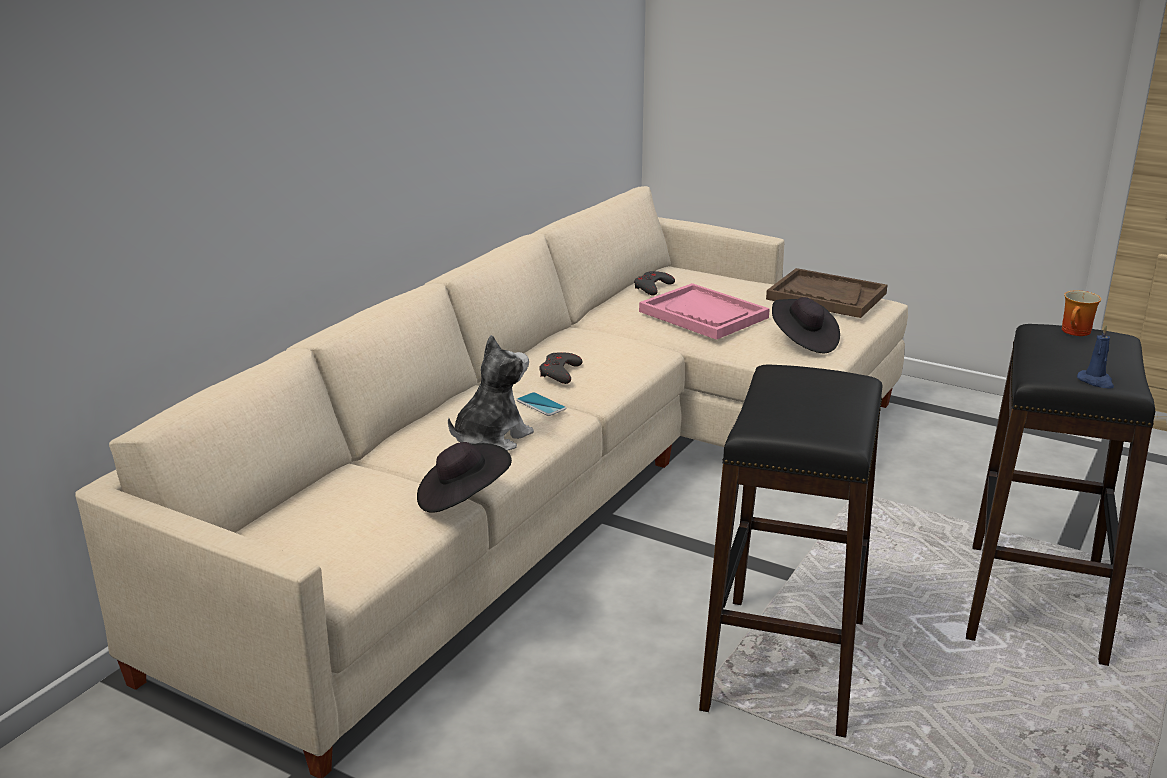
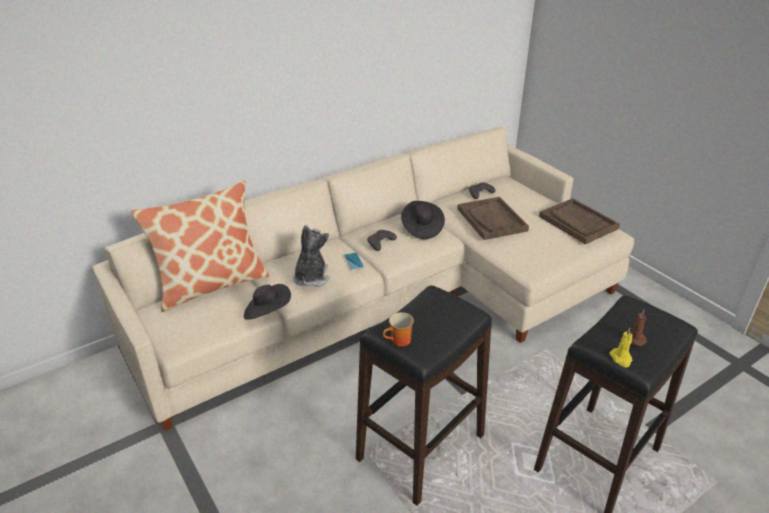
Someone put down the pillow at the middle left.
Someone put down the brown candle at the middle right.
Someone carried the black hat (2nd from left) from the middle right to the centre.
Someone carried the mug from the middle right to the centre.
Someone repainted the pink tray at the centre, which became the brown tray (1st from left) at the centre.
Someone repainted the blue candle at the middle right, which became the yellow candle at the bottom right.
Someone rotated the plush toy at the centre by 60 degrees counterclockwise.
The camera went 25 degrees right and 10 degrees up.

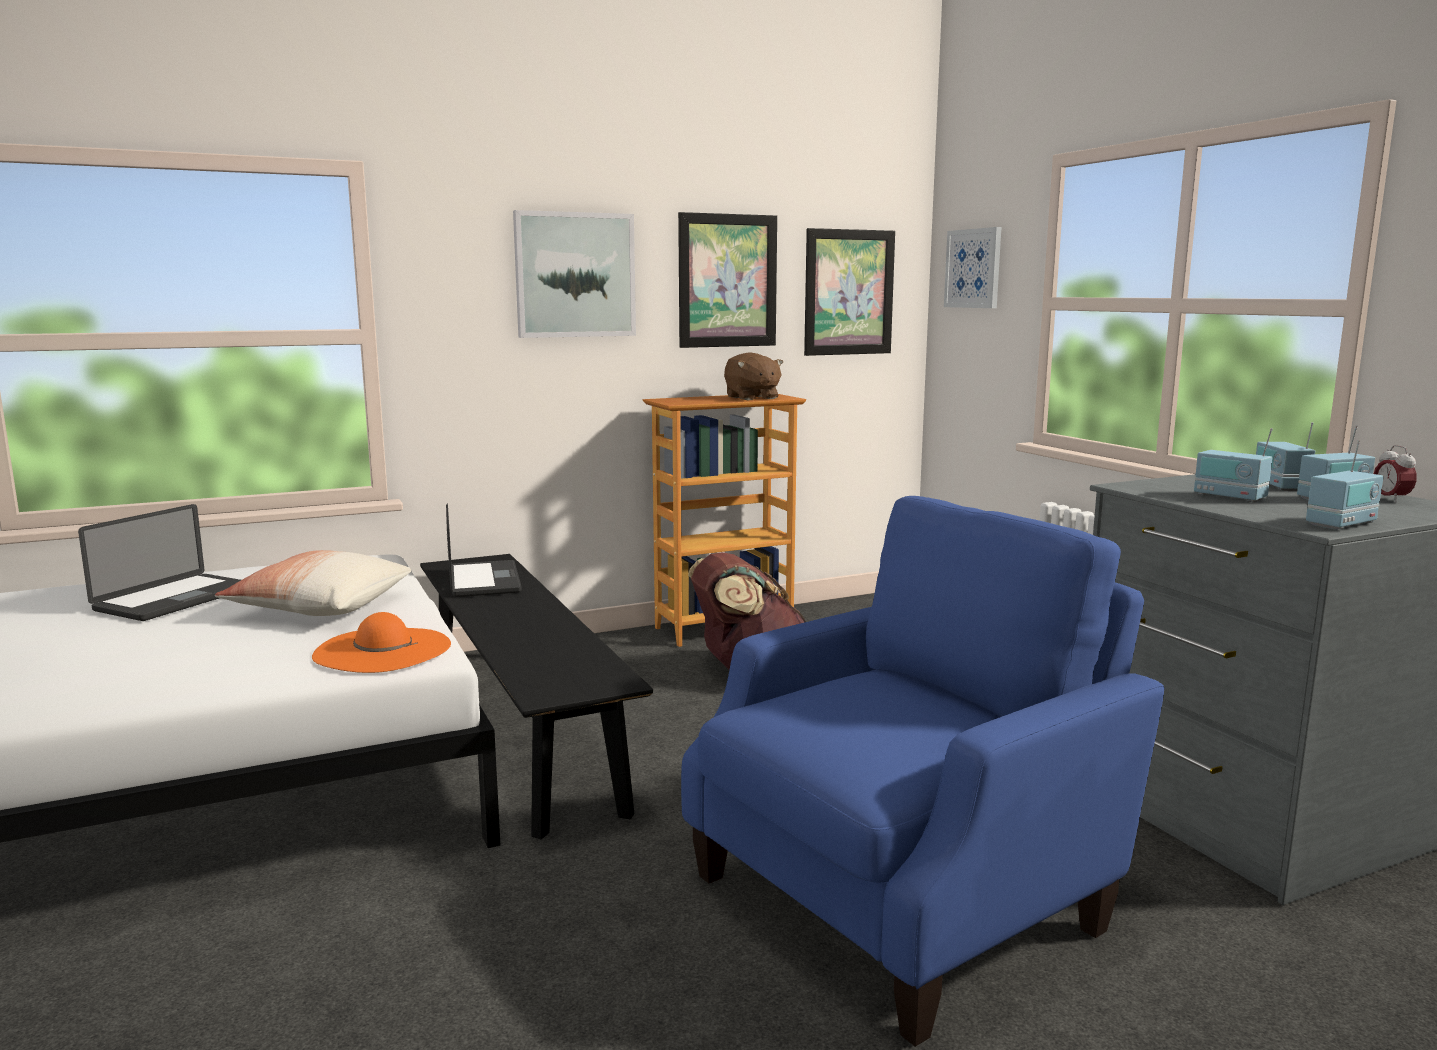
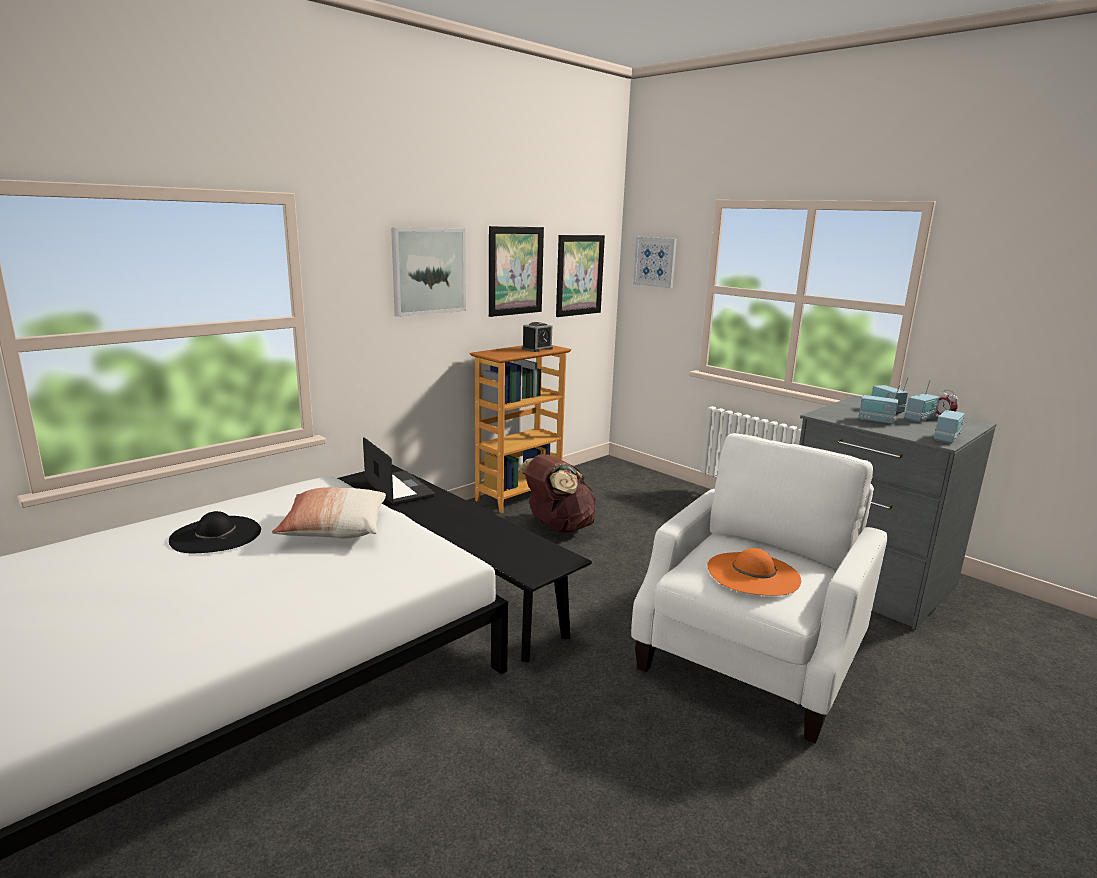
Someone carried the orange hat from the middle left to the middle right.
Someone swapped the laptop (1st from left) at the middle left for the black hat at the middle left.
Someone swapped the brown plush toy at the centre for the alarm clock (1st from left) at the centre.
Someone repainted the blue armchair at the bottom centre, which became the white armchair at the bottom right.
The camera went 20 degrees left and 5 degrees up.

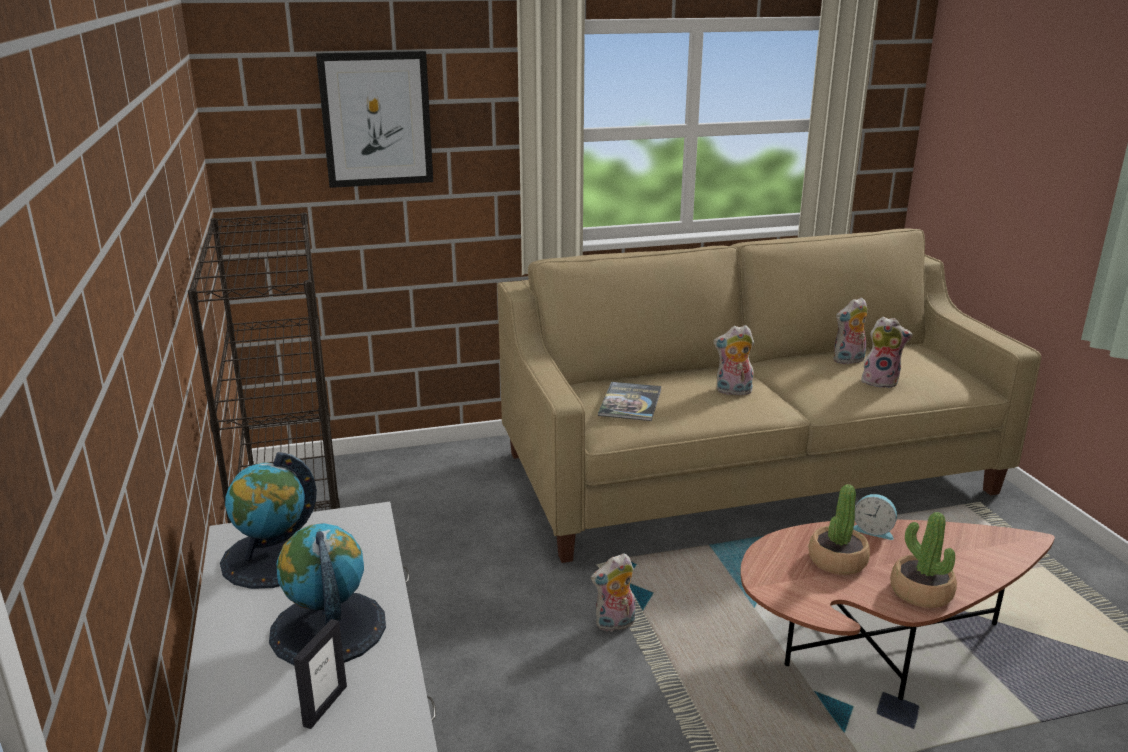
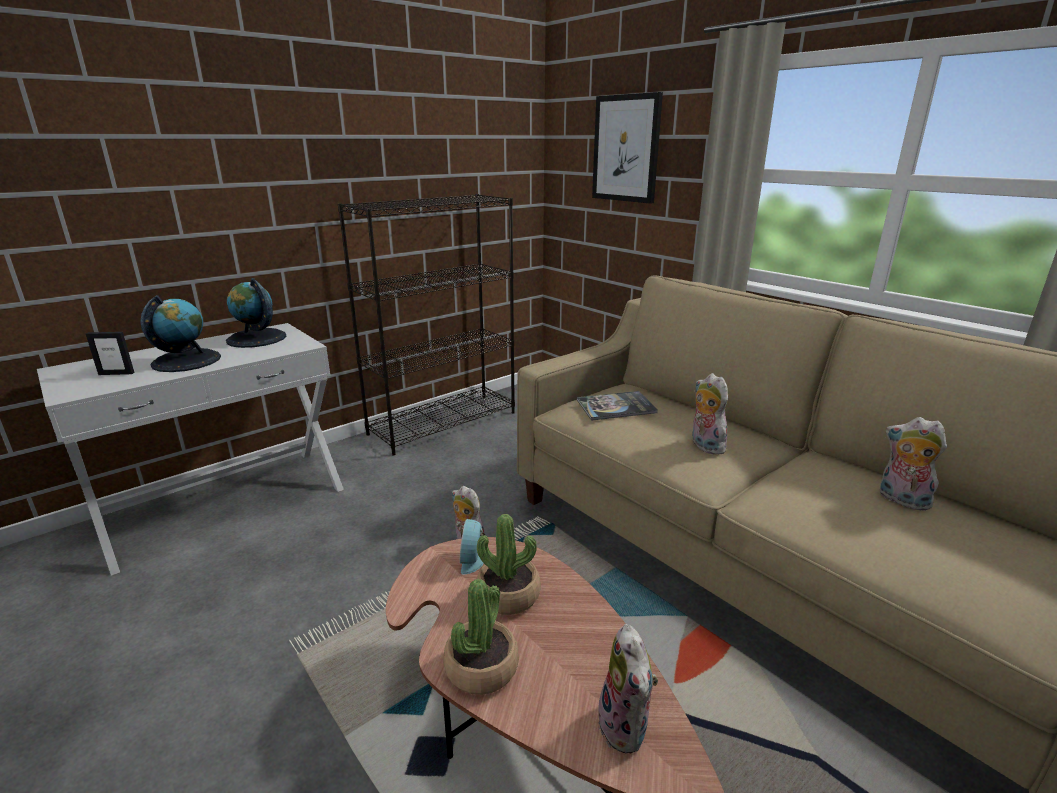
Someone carried the alarm clock from the bottom right to the bottom centre.
Someone carried the plush toy (4th from left in the first image) from the middle right to the bottom centre.
The camera went 65 degrees right and 0 degrees up.

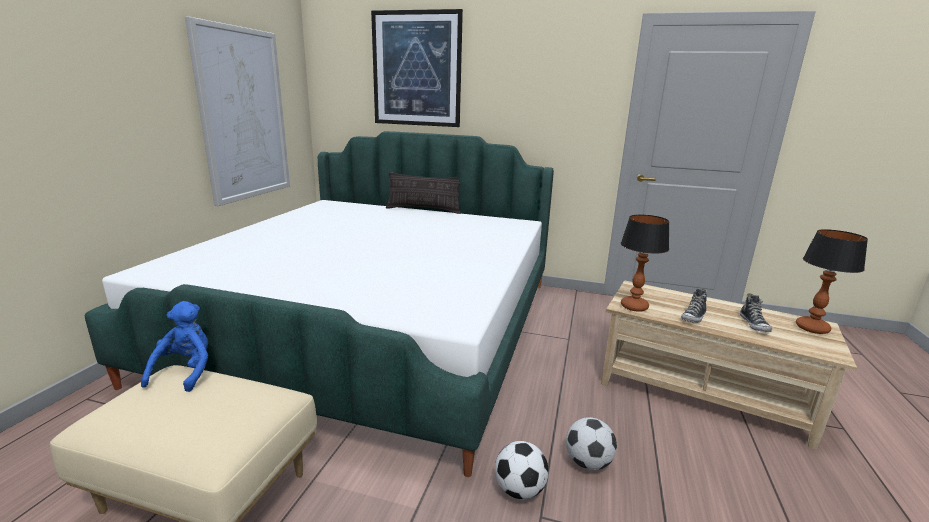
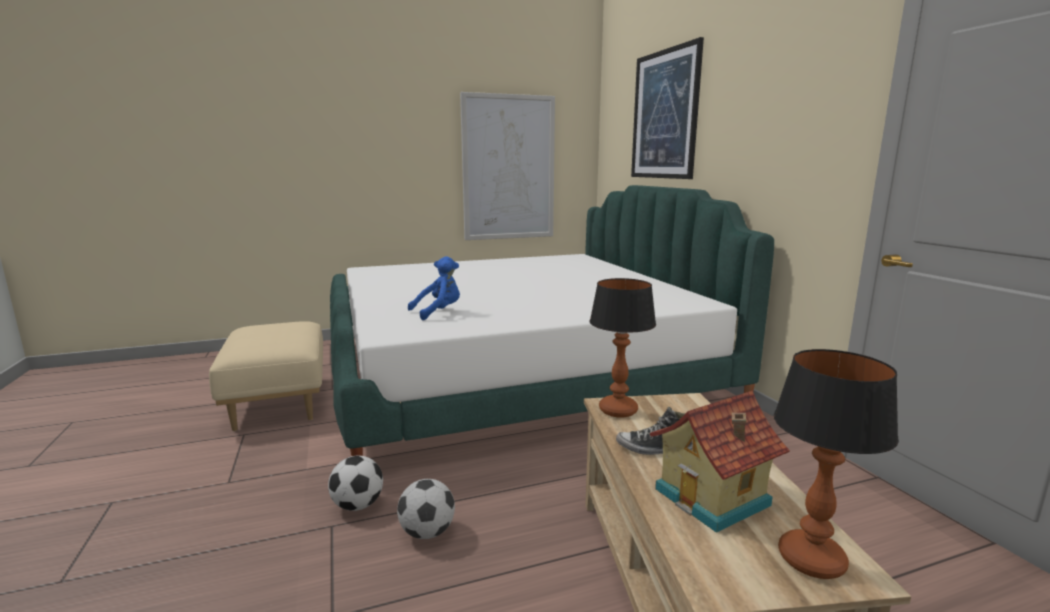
Someone took away the pillow at the centre.
Someone carried the blue plush toy from the middle left to the centre.
Someone swapped the shoe (2nd from left) at the middle right for the toy house at the bottom right.
The camera went 55 degrees right and 5 degrees down.

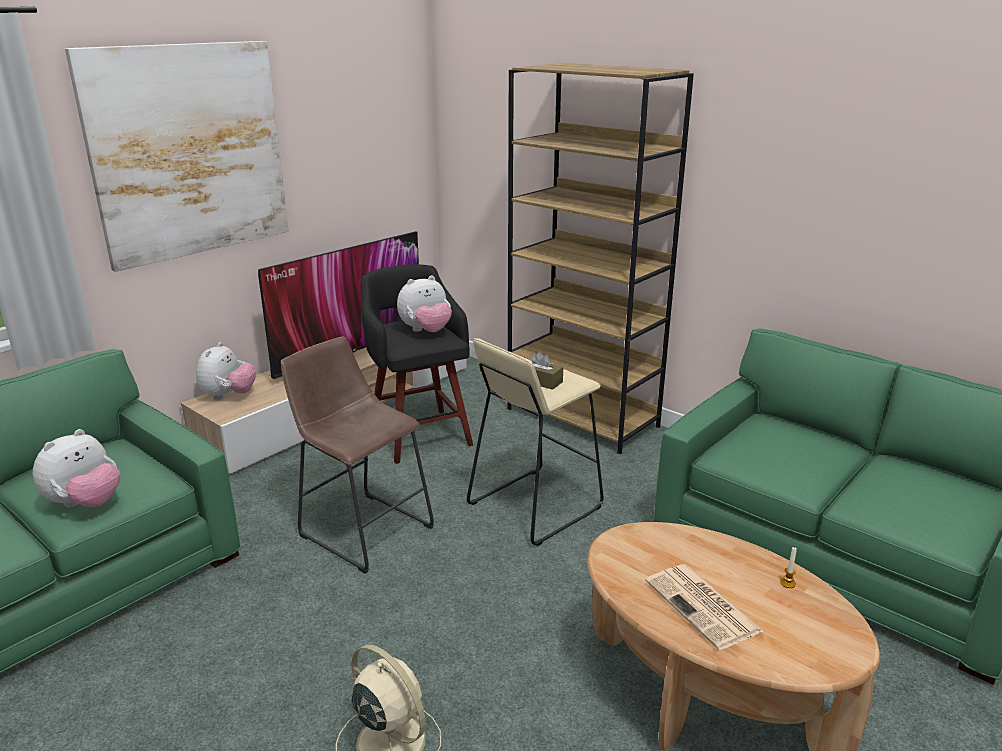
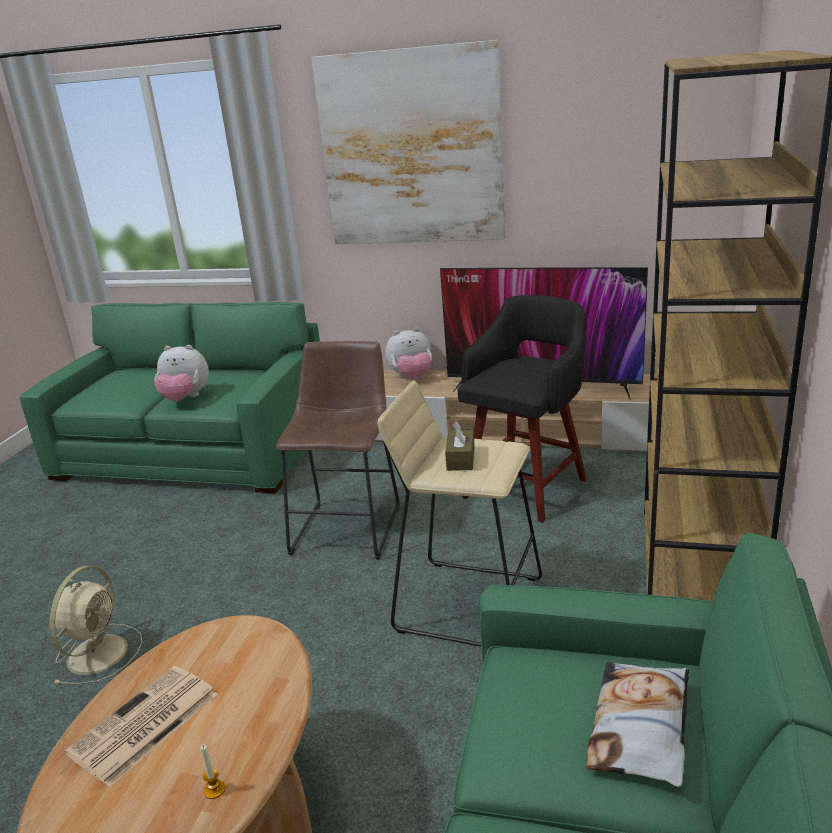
Someone took away the plush toy (3rd from left) at the centre.
Someone put down the pillow at the bottom right.
The camera went 65 degrees right and 0 degrees up.

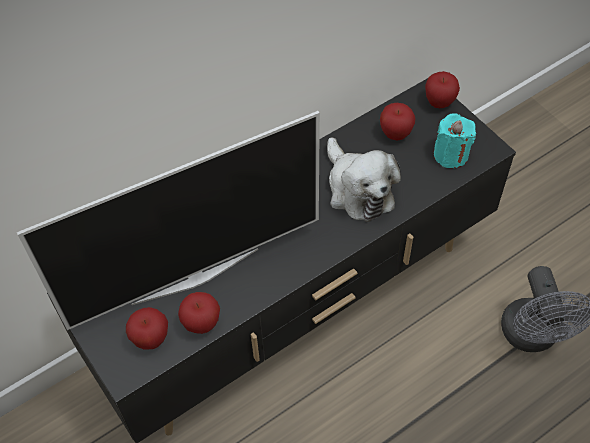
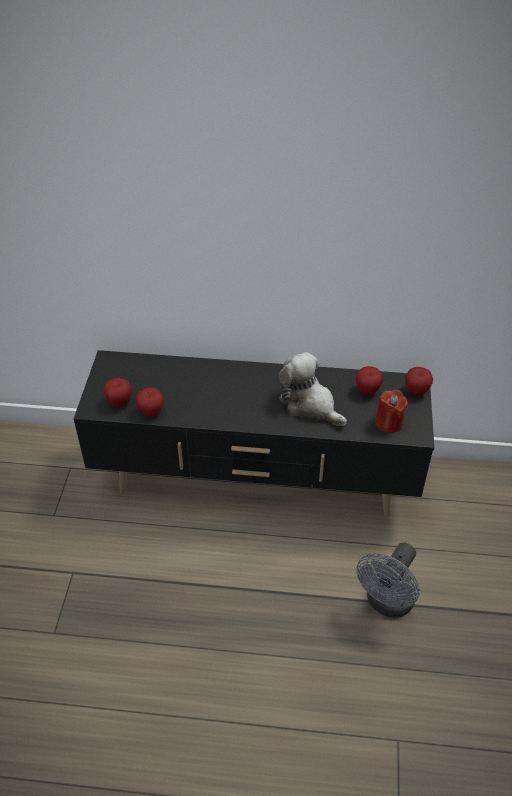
Someone took away the television at the middle left.
Someone repainted the turquoise candle at the top right, which became the red candle at the middle right.
Someone rotated the plush toy at the centre by 120 degrees clockwise.
The camera went 40 degrees right and 10 degrees down.

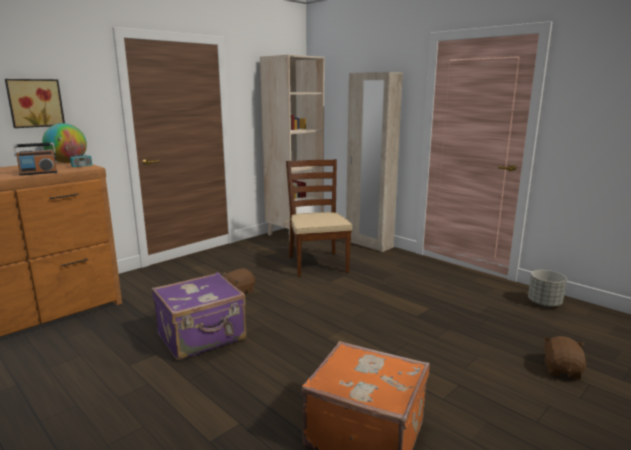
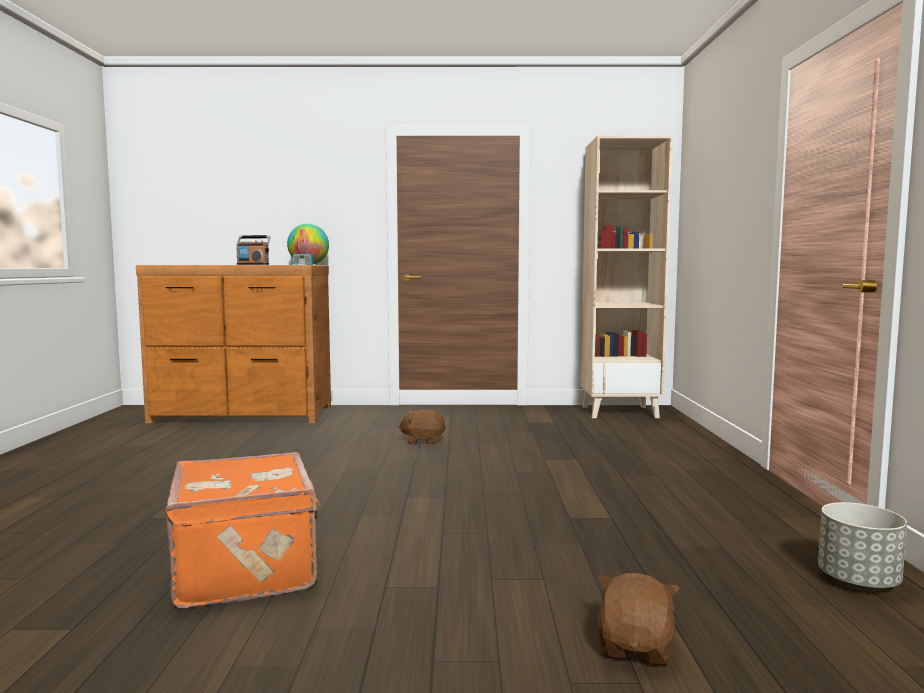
Someone took away the picture at the top left.
Someone took away the purple suitcase at the bottom left.
Someone took away the brown chair at the centre.
Someone took away the beige wardrobe at the centre.
Someone rotated the brown plush toy (2nd from left) at the bottom right by 45 degrees counterclockwise.
The camera went 45 degrees right and 10 degrees down.

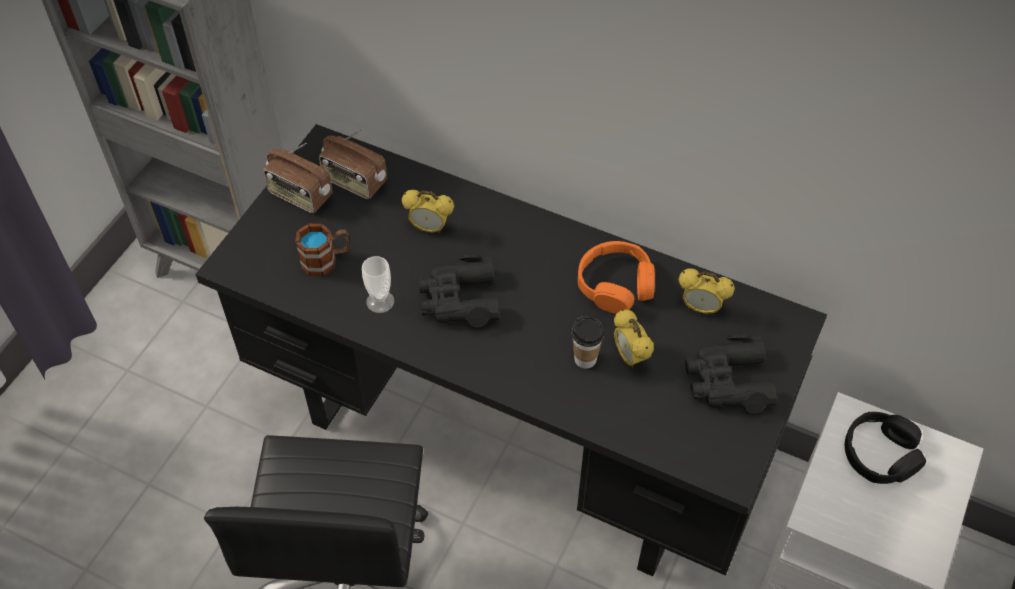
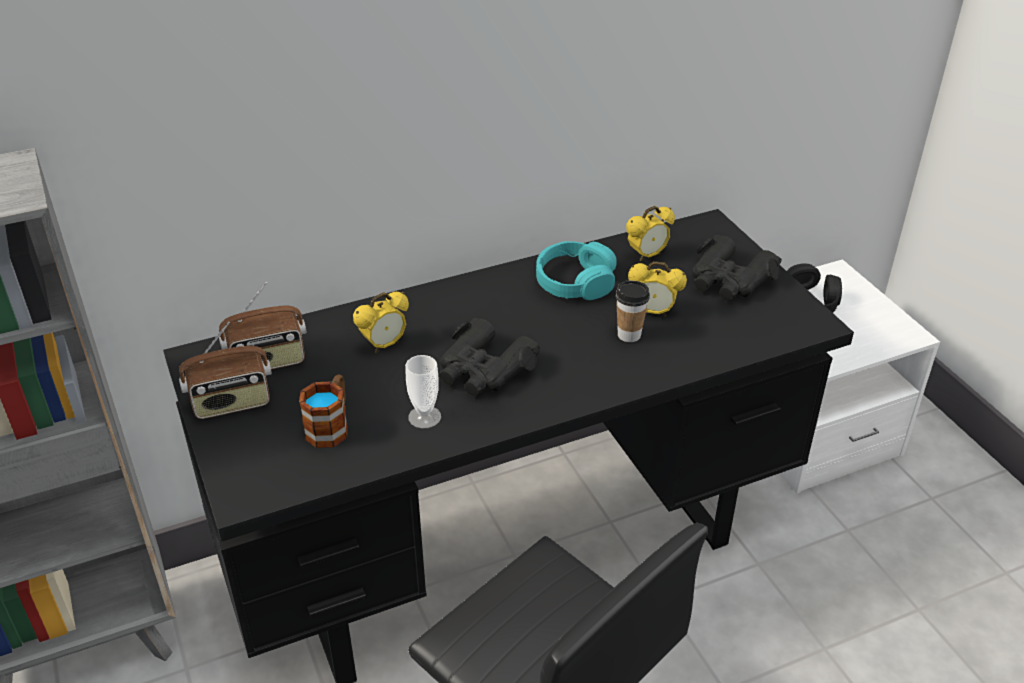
Someone repainted the orange headphones at the centre, which became the turquoise headphones at the centre.
The camera went 50 degrees left and 15 degrees down.

